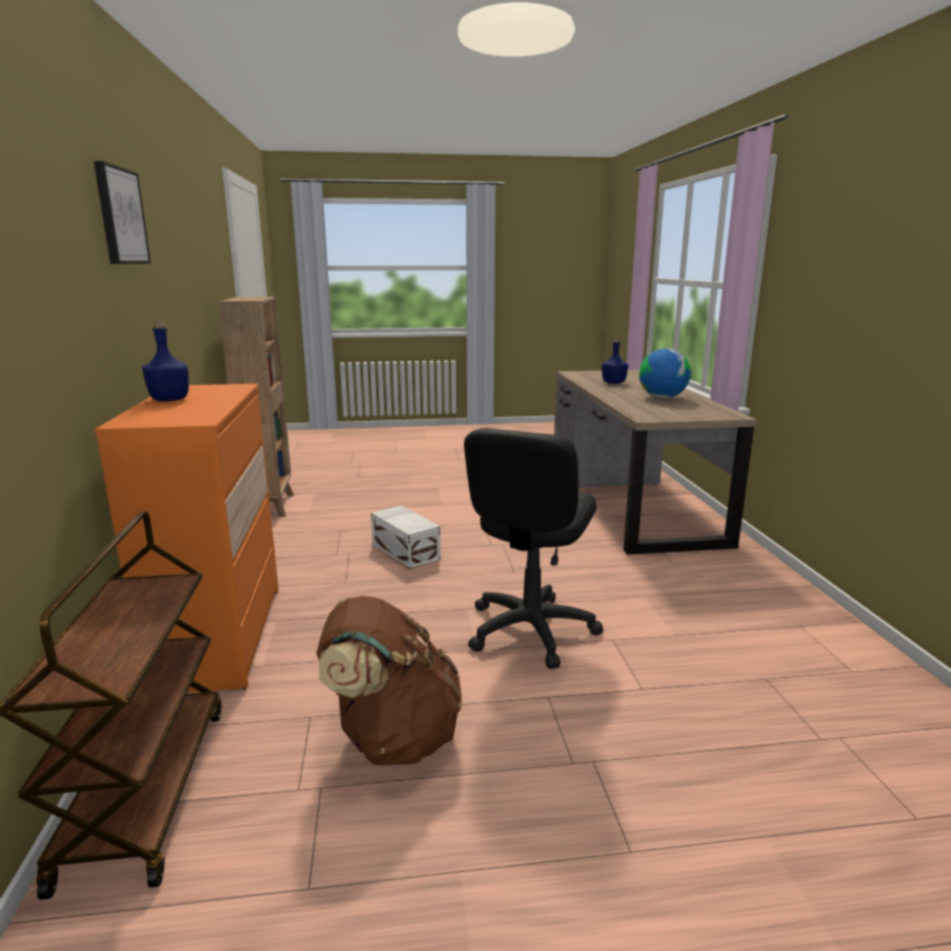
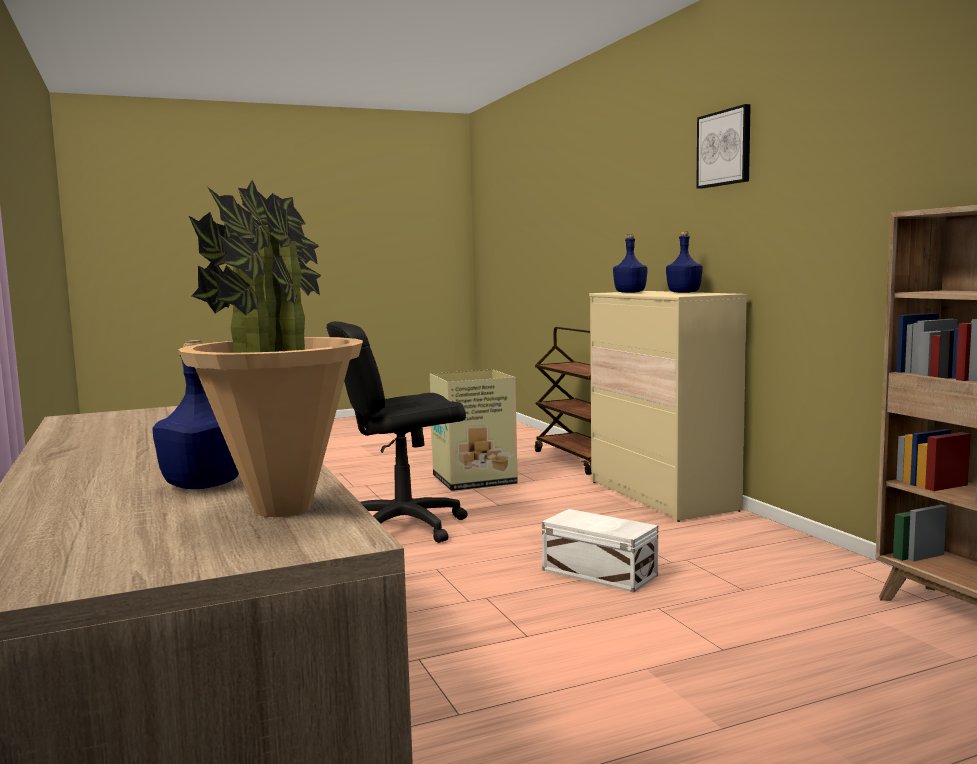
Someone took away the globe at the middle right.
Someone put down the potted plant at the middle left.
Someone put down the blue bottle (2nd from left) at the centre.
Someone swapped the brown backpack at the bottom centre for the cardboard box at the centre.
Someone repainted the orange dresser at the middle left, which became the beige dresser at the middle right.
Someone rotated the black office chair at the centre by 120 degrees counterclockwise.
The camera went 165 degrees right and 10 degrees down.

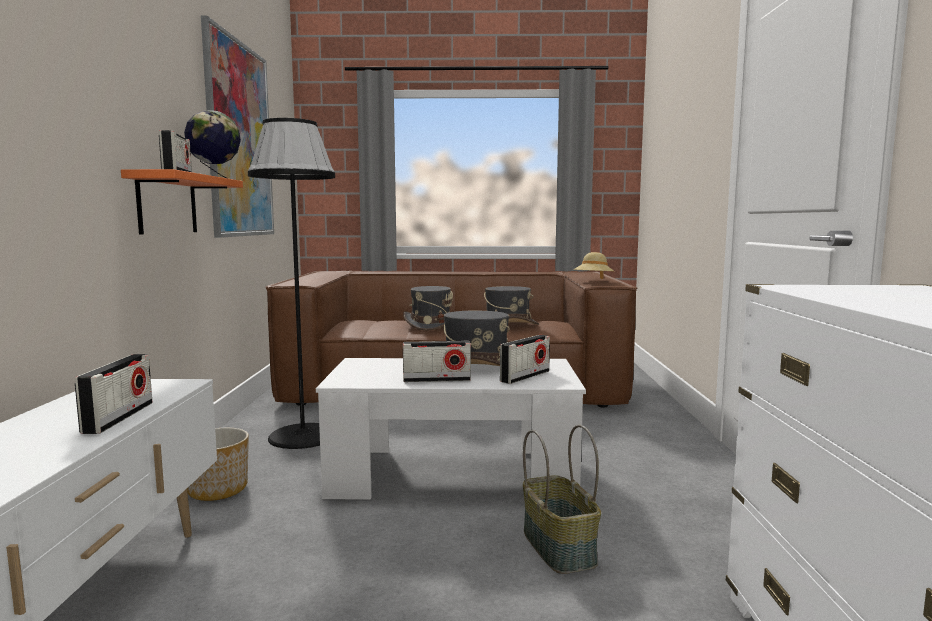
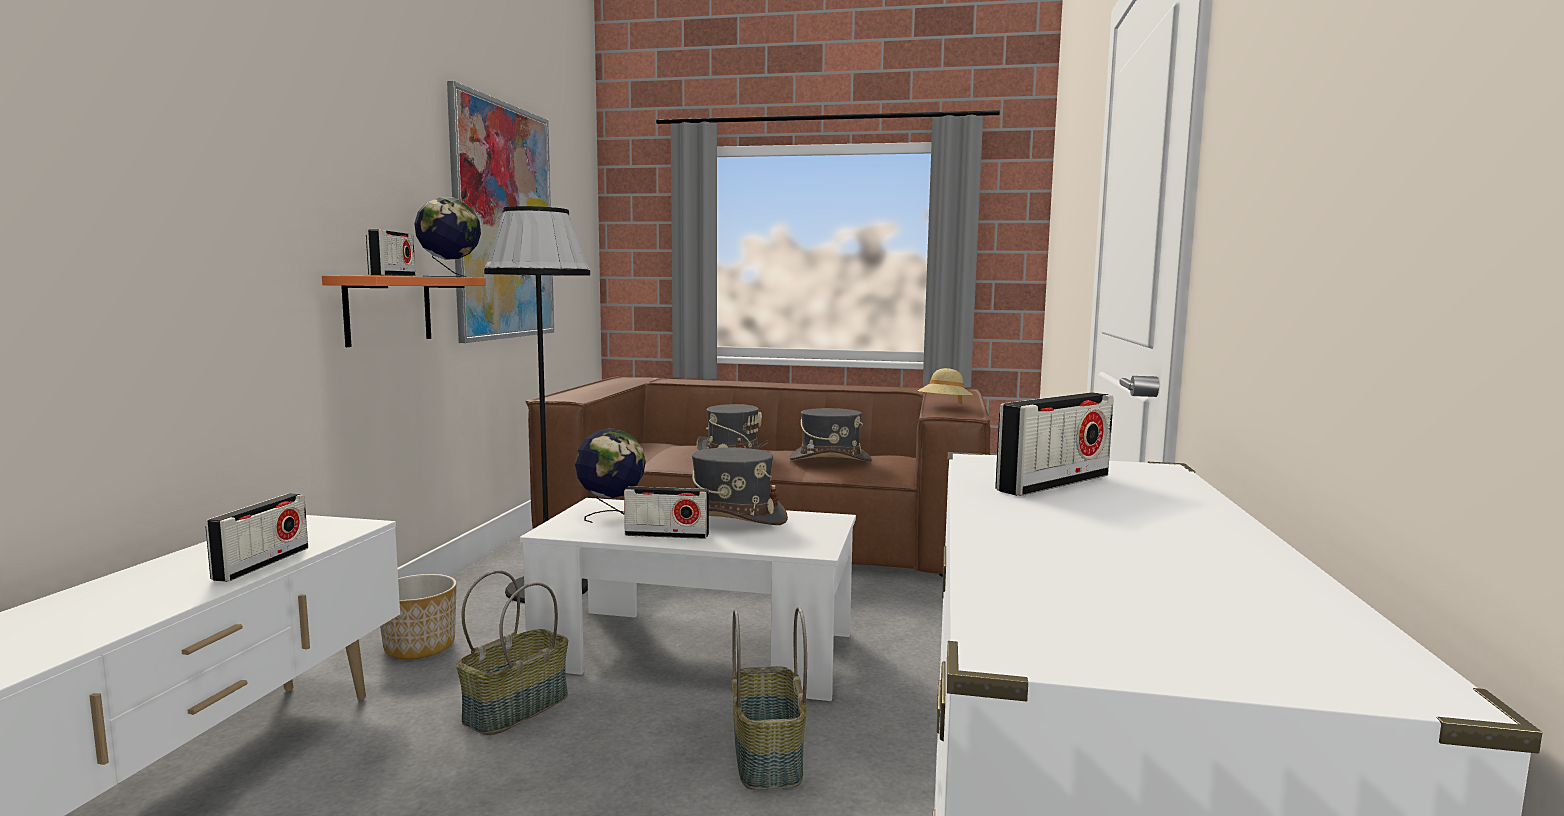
Someone put down the basket (1st from left) at the bottom left.
Someone put down the globe (2nd from left) at the centre.
Someone carried the radio (4th from left) from the centre to the middle right.
The camera went 10 degrees right and 0 degrees up.

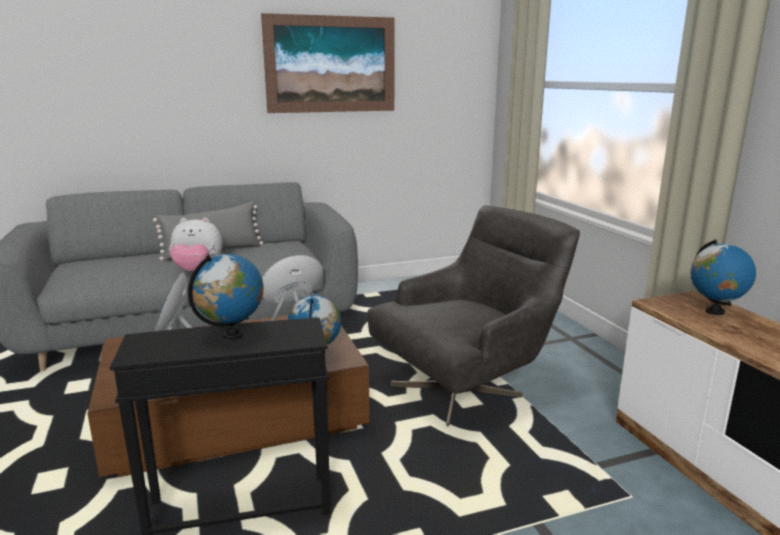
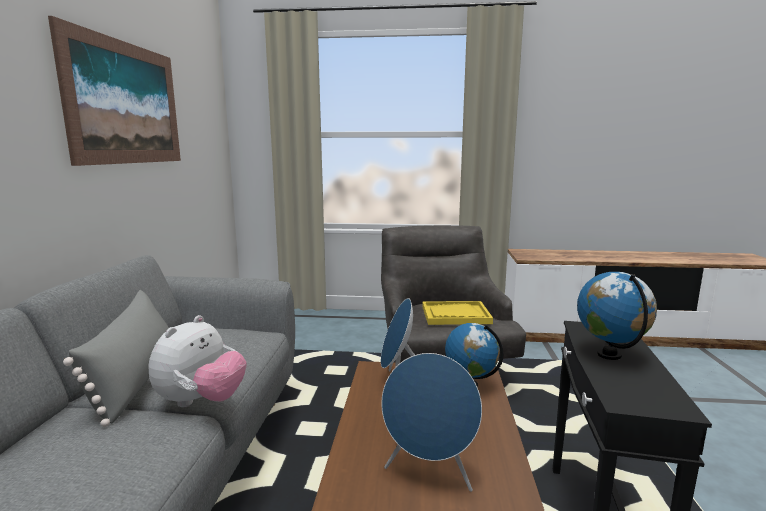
Someone took away the globe (3rd from left) at the middle right.
Someone put down the yellow tray at the centre.
The camera went 65 degrees left and 5 degrees down.

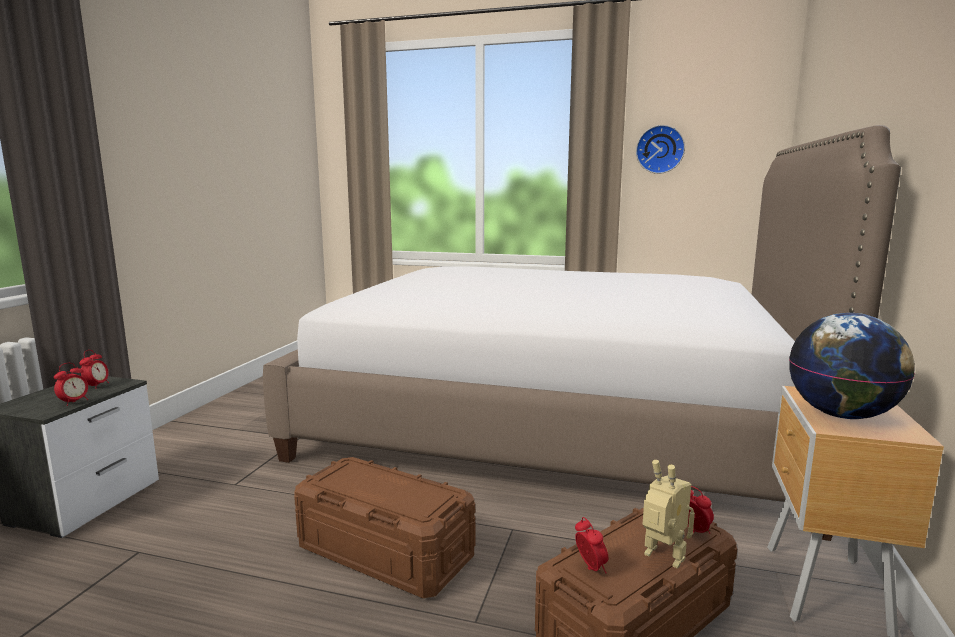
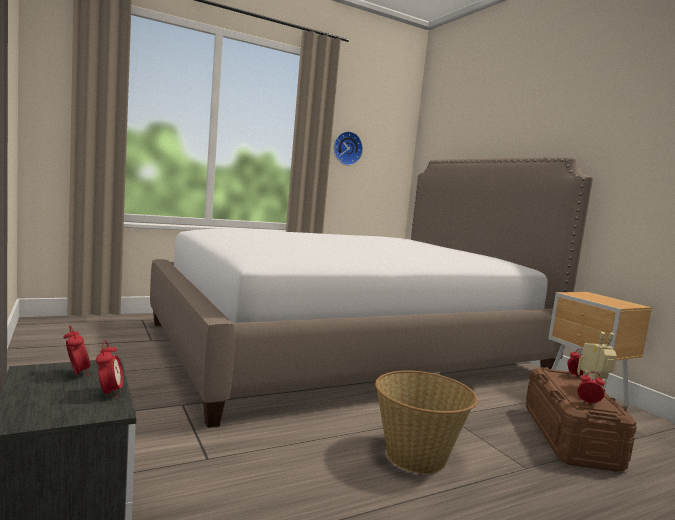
Someone took away the globe at the middle right.
Someone swapped the brown storage box (1st from left) at the bottom centre for the basket at the bottom centre.
The camera went 45 degrees left and 5 degrees down.

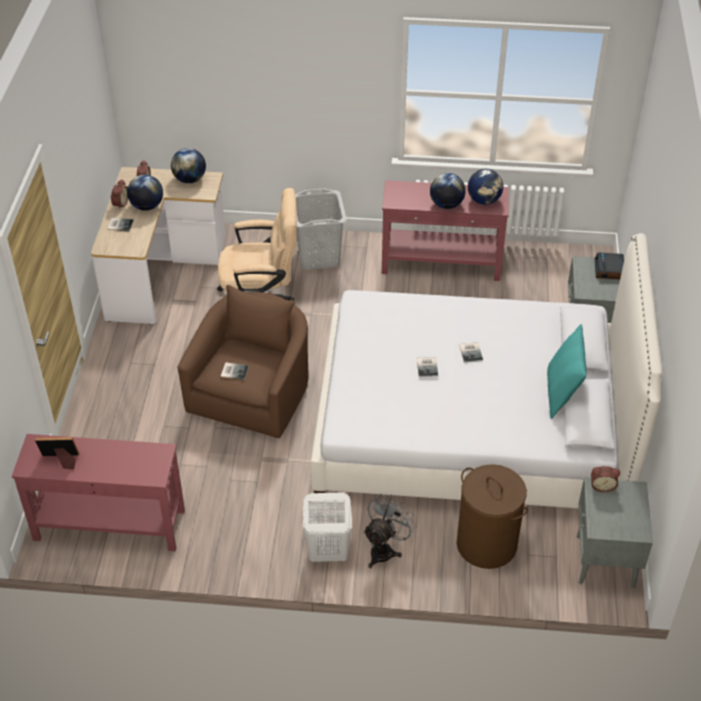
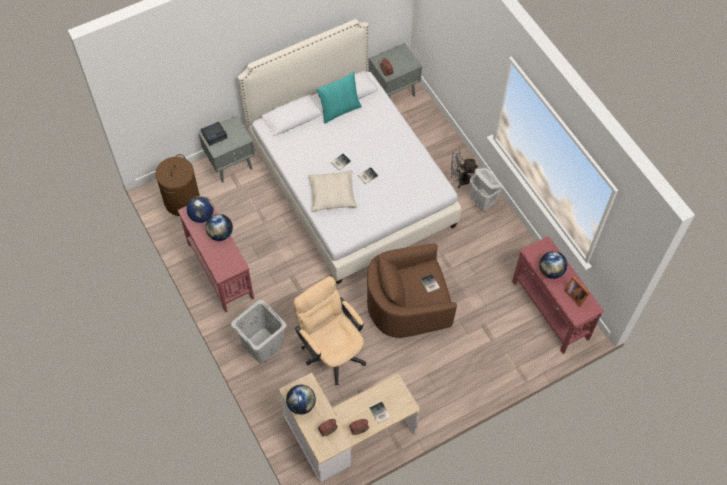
Someone put down the beige pillow at the centre.
Someone carried the globe (1st from left in the first image) from the top left to the middle right.
Someone carried the brown laundry basket from the bottom right to the middle left.
The camera went 125 degrees left and 15 degrees up.

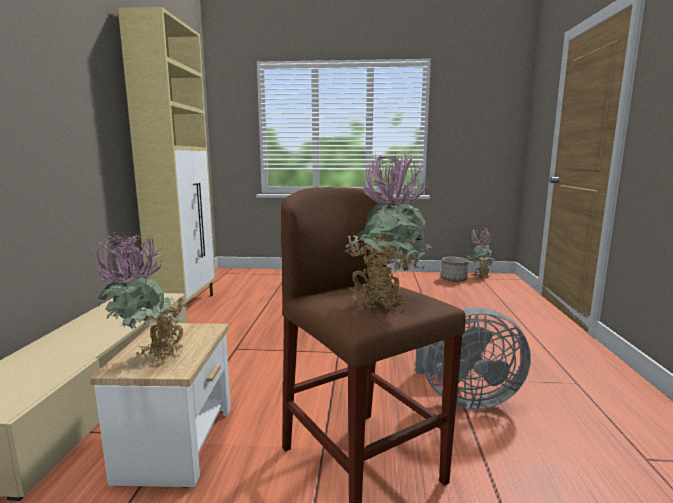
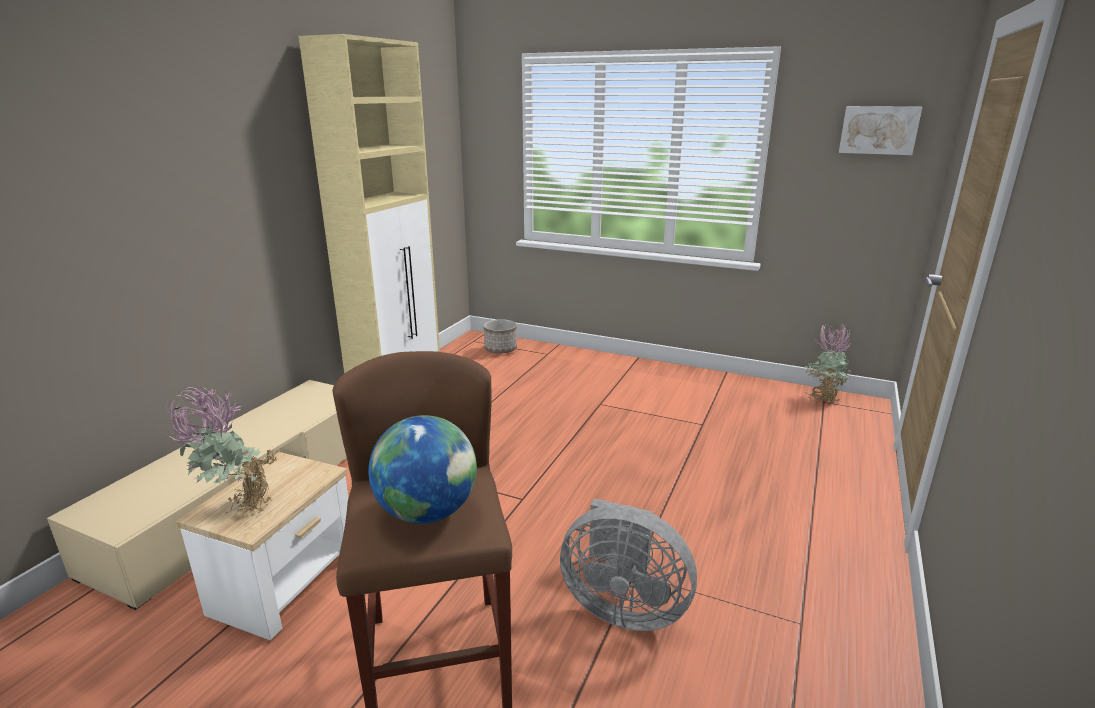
Someone put up the picture at the top right.
Someone carried the planter from the middle right to the centre.
Someone swapped the potted plant (2nd from left) at the centre for the globe at the centre.
The camera went 20 degrees right and 10 degrees up.

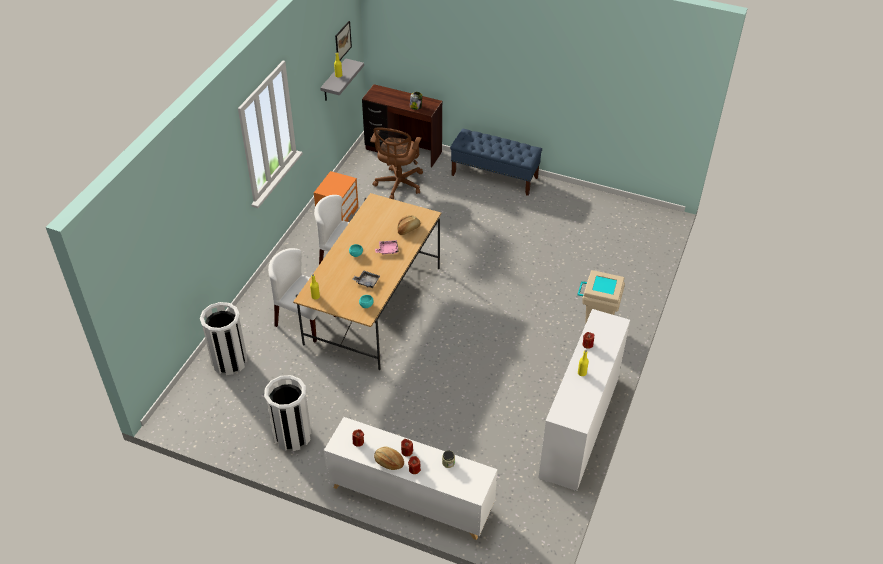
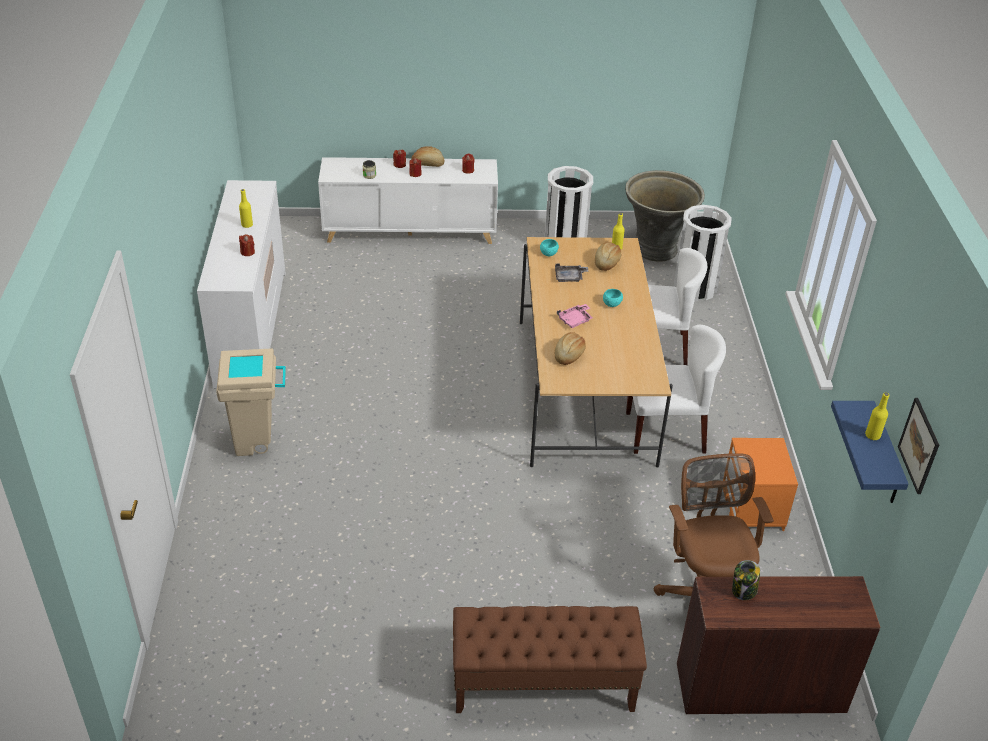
Someone put down the bread (3rd from left) at the centre.
Someone put down the grey planter at the top right.
Someone repainted the grey shelf at the top centre, which became the blue shelf at the middle right.
Someone repainted the blue bench at the top centre, which became the brown bench at the bottom centre.
The camera went 155 degrees right and 5 degrees down.

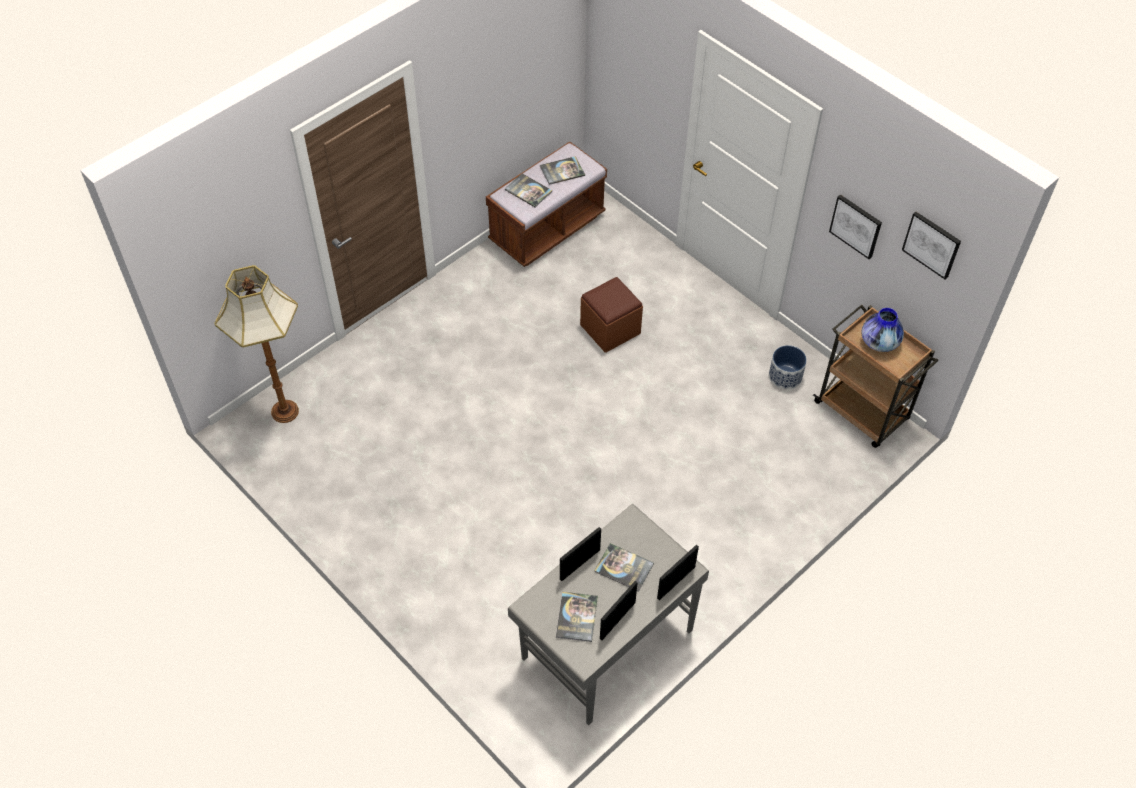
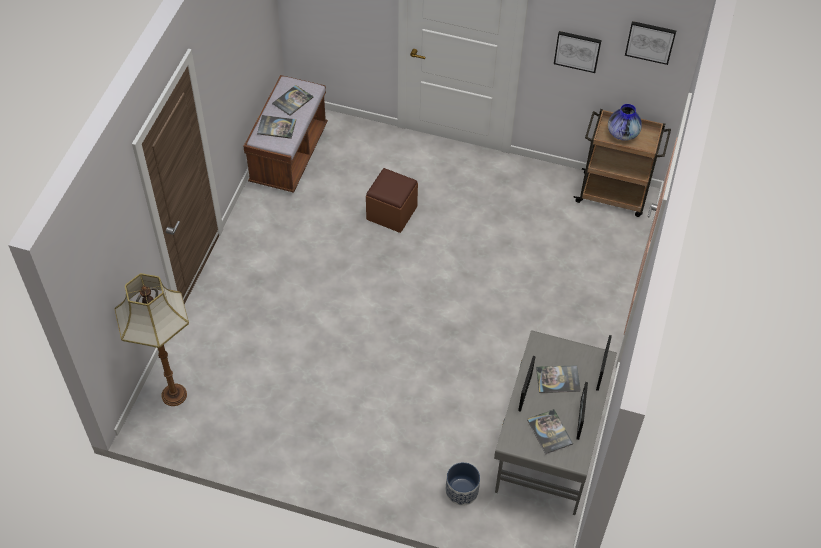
Someone carried the planter from the middle right to the bottom centre.
The camera went 30 degrees left and 0 degrees up.

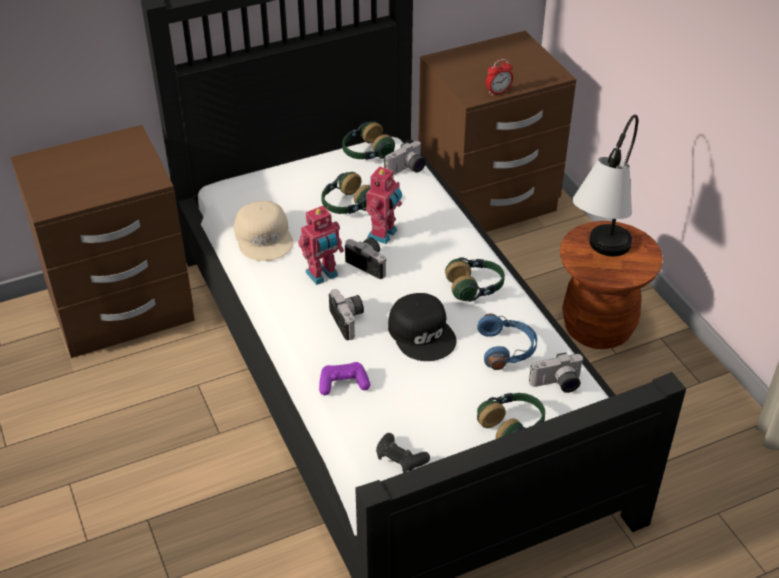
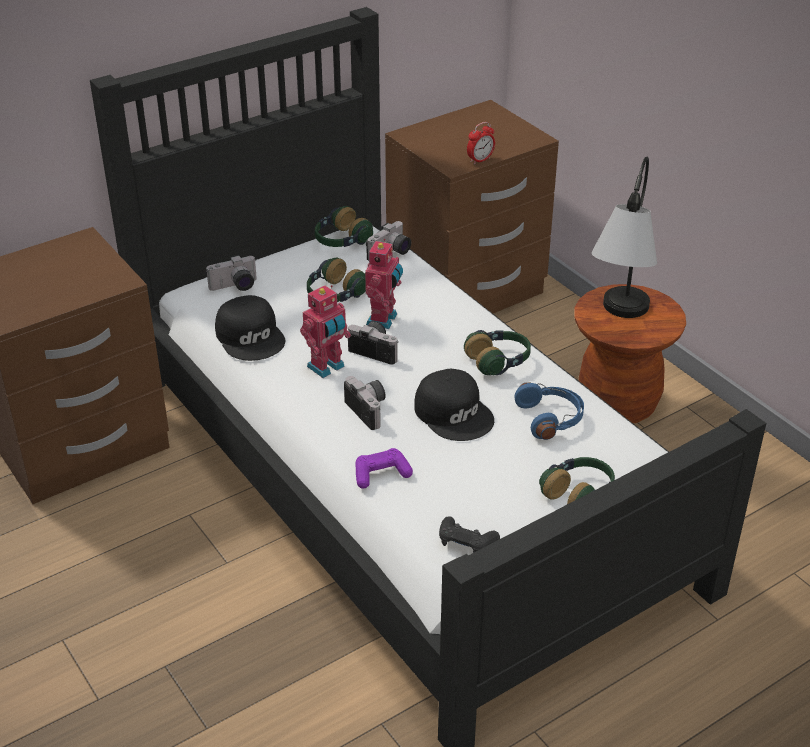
Someone carried the photo camera (4th from left in the first image) from the middle right to the middle left.
Someone repainted the beige cap at the centre, which became the black cap (1st from left) at the middle left.
The camera went 10 degrees left and 5 degrees down.

